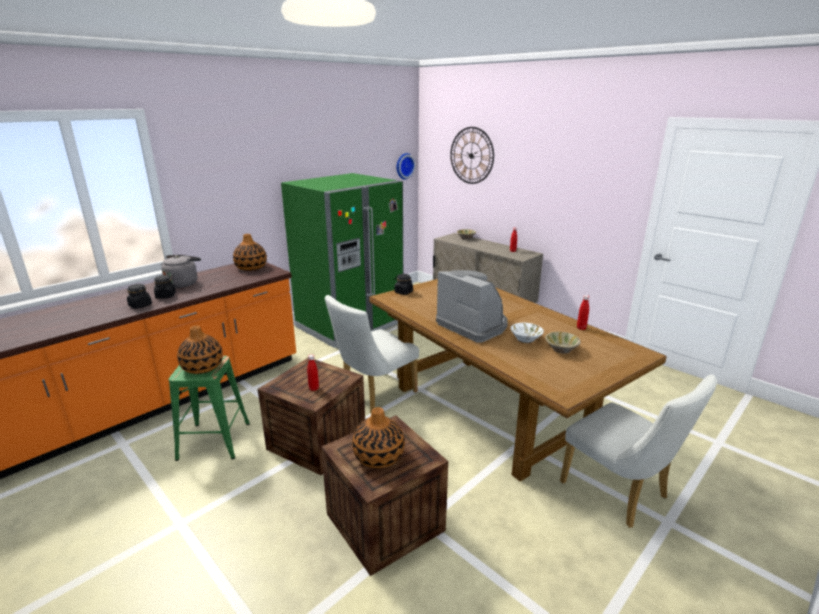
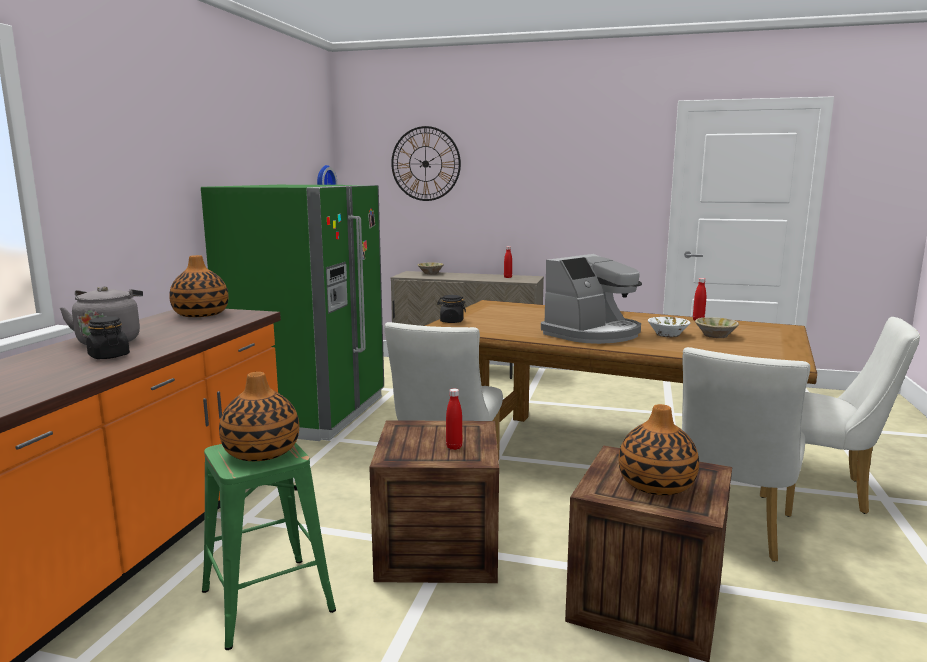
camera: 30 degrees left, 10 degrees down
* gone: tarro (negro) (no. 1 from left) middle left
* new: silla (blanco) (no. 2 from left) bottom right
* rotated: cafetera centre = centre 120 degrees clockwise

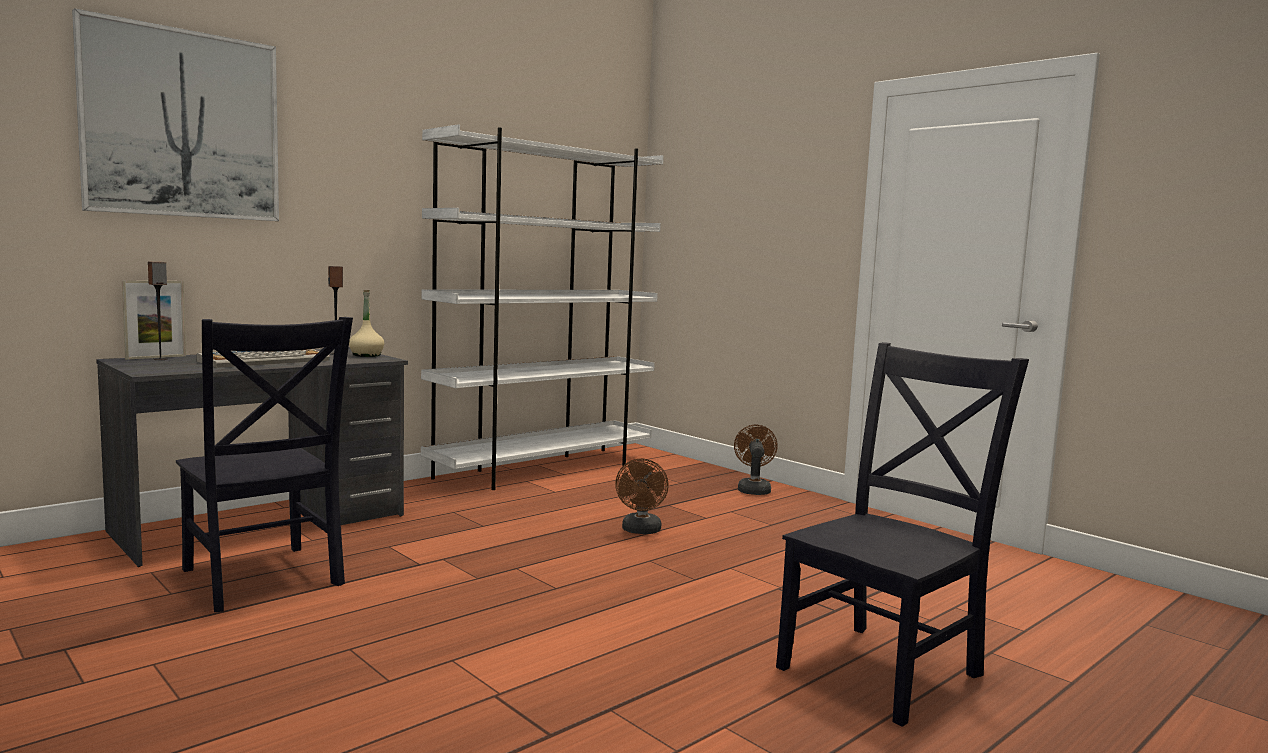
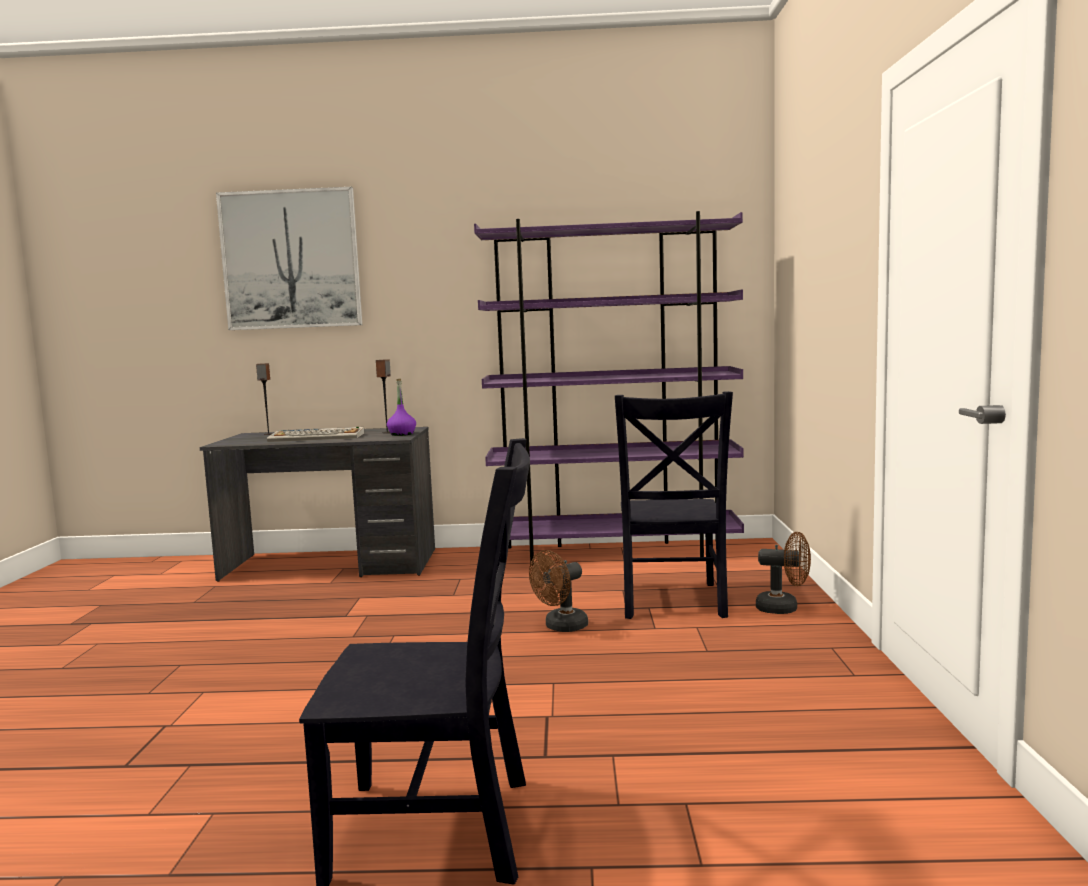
camera: 45 degrees right, 0 degrees up
* gone: portarretratos middle left
* shifted: silla (negro) (no. 1 from left in the first image) middle left to silla (negro) (no. 2 from left) centre
* repainted: botella (beis) middle left to botella (morado) centre
* repainted: estantería (blanco) centre to estantería (morado) centre
* rotated: ventilador (marrón) (no. 2 from left) centre = middle right 60 degrees clockwise

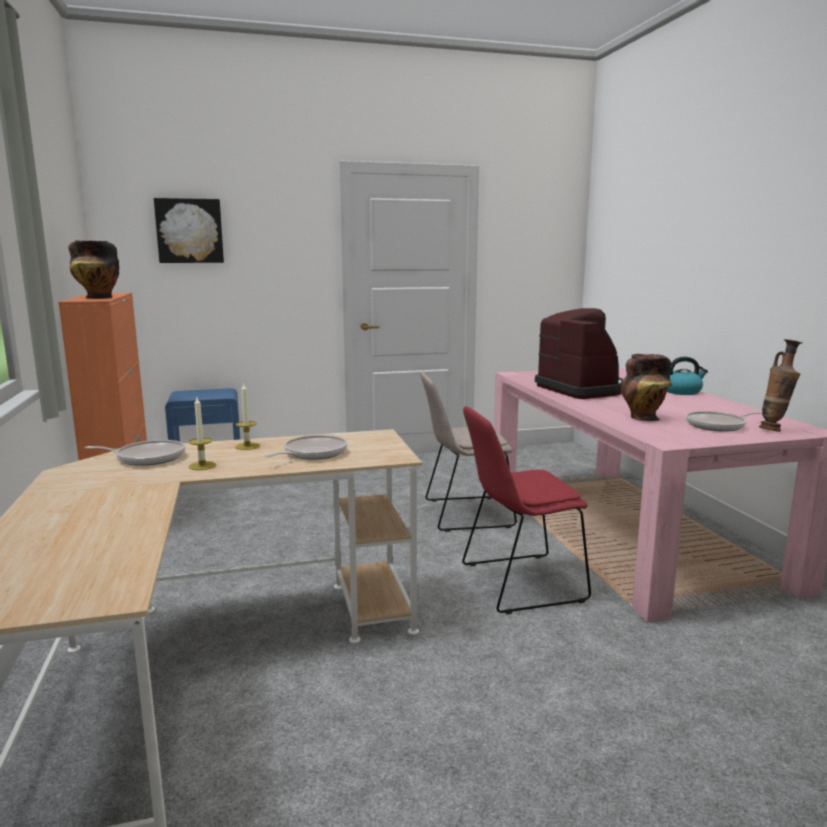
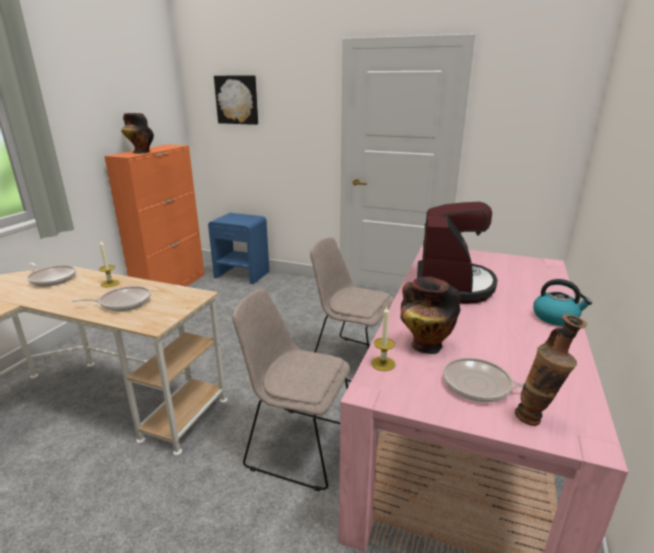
camera: 35 degrees right, 10 degrees up
* shifted: vela (no. 1 from left in the first image) middle left to vela (no. 2 from left) centre
* repainted: silla (rojo) centre to silla (beis) (no. 1 from left) bottom centre

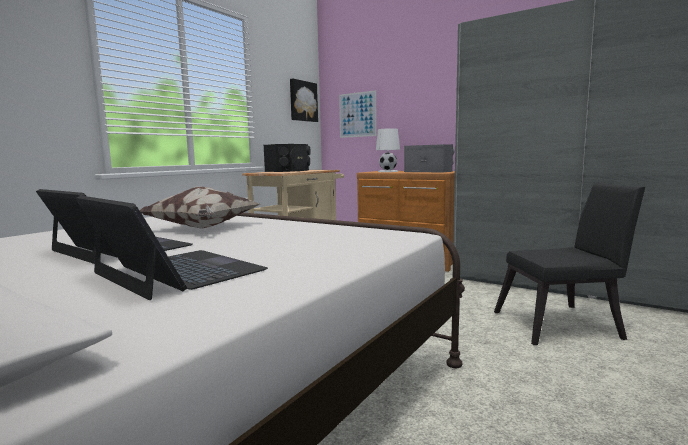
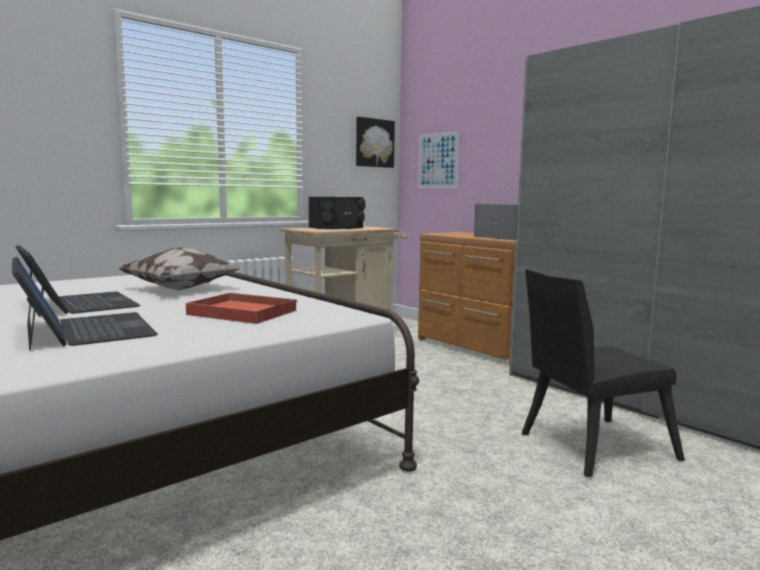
camera: 15 degrees right, 0 degrees up
* gone: lámpara de mesa (blanco) centre
* new: bandeja (rojo) middle left
* rotated: silla (negro) middle right = middle right 150 degrees clockwise

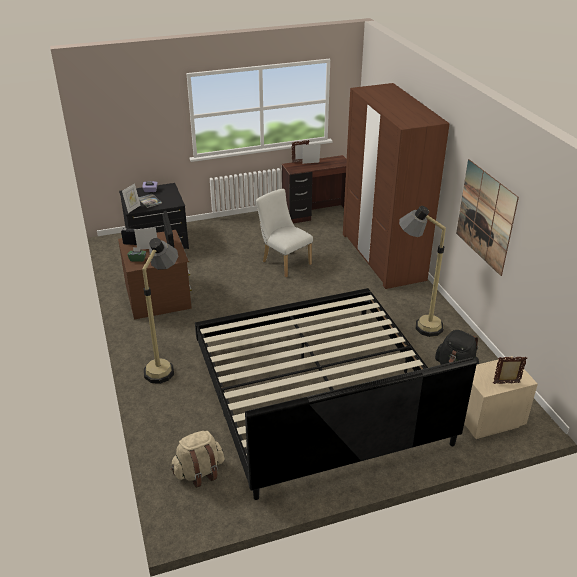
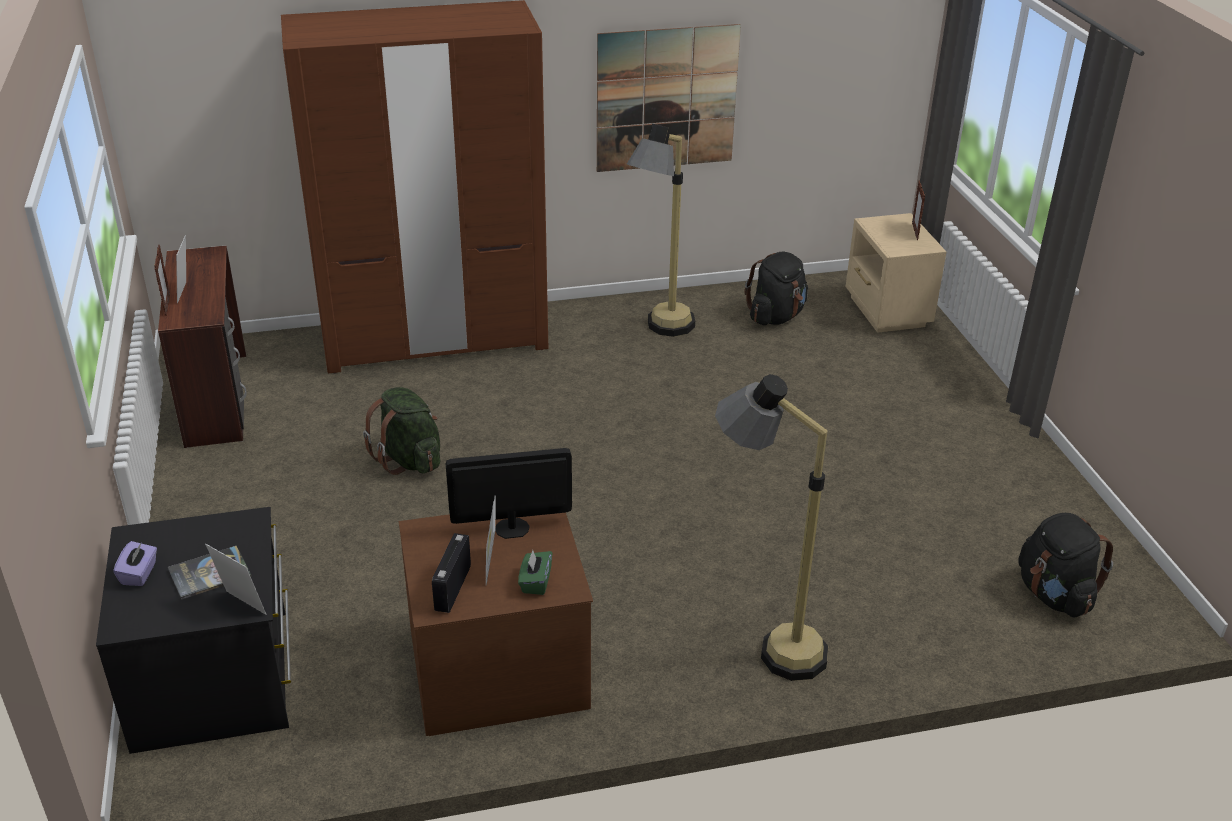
camera: 85 degrees left, 0 degrees up
* gone: cama bottom centre
* swapped: silla (blanco) centre to mochila (verde) middle left
* repainted: mochila (beis) bottom centre to mochila (negro) (no. 2 from left) bottom right

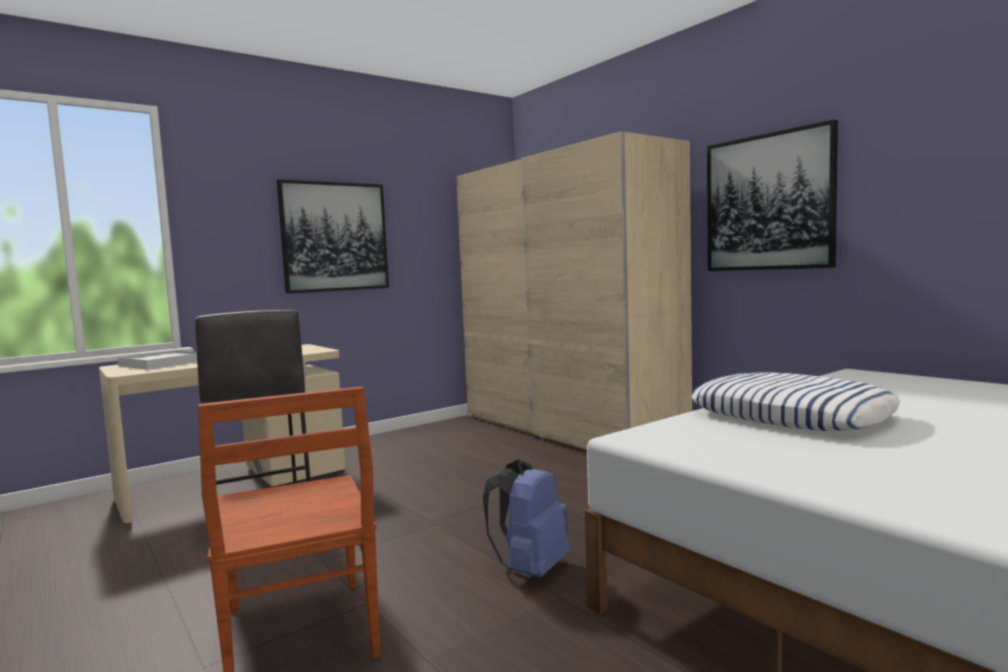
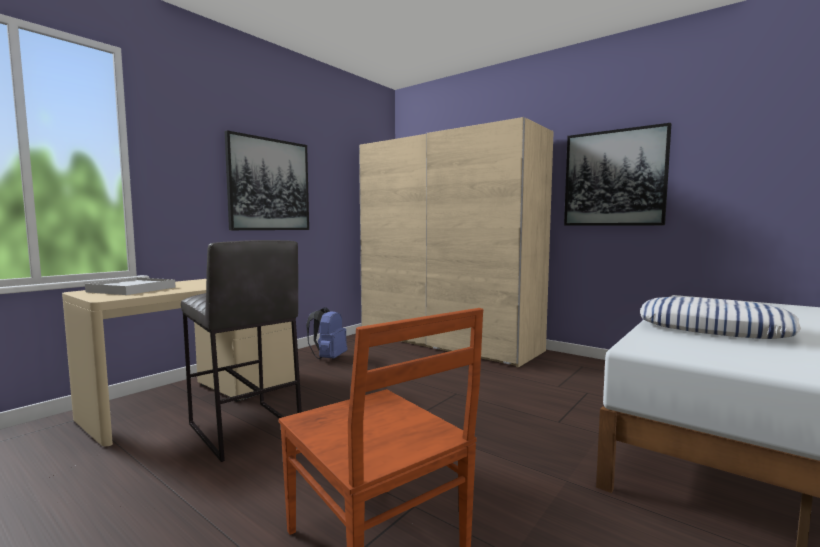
camera: 15 degrees left, 0 degrees up
* shifted: mochila (azul) bottom centre to centre

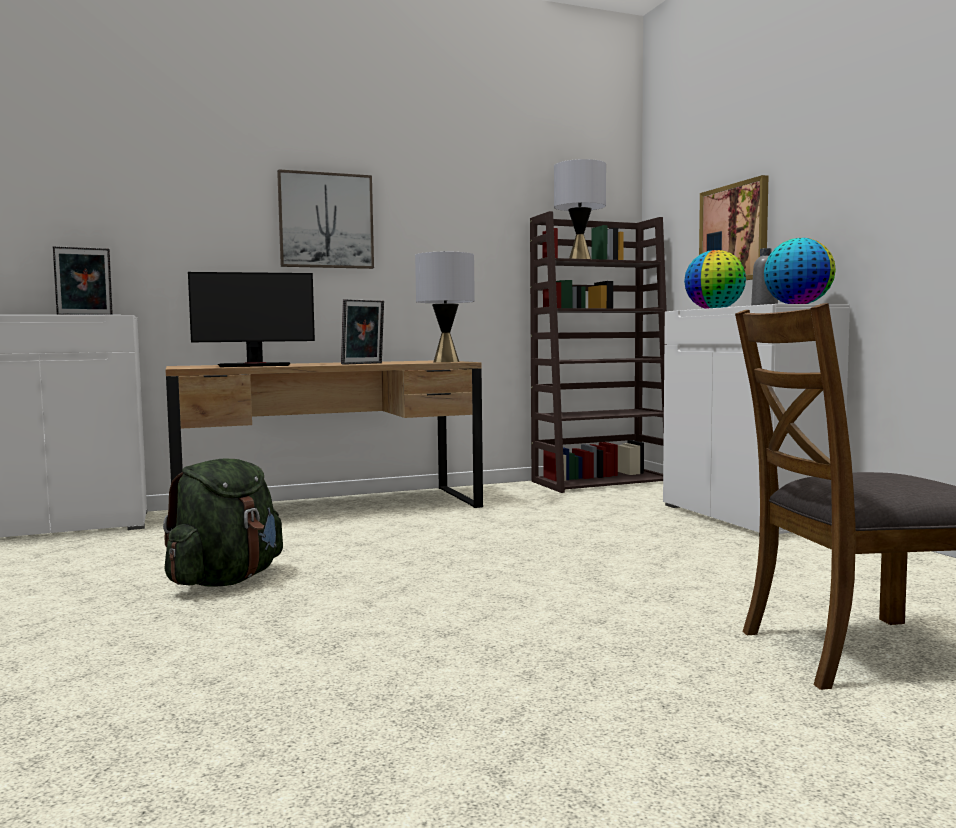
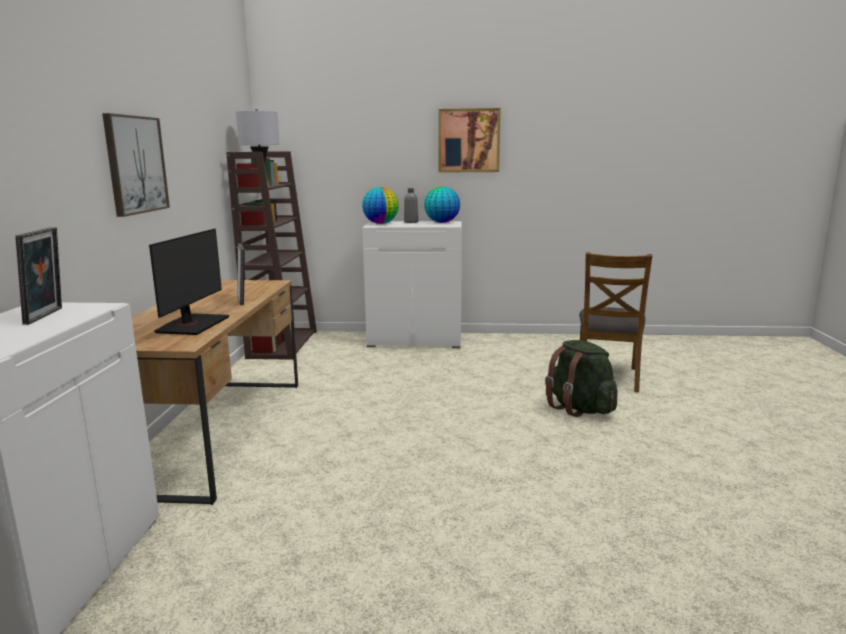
camera: 65 degrees left, 10 degrees up
* gone: lámpara de mesa (gris) (no. 1 from left) centre
* shifted: mochila (verde) middle left to middle right
* shifted: cuadro (no. 2 from left) top right to top centre

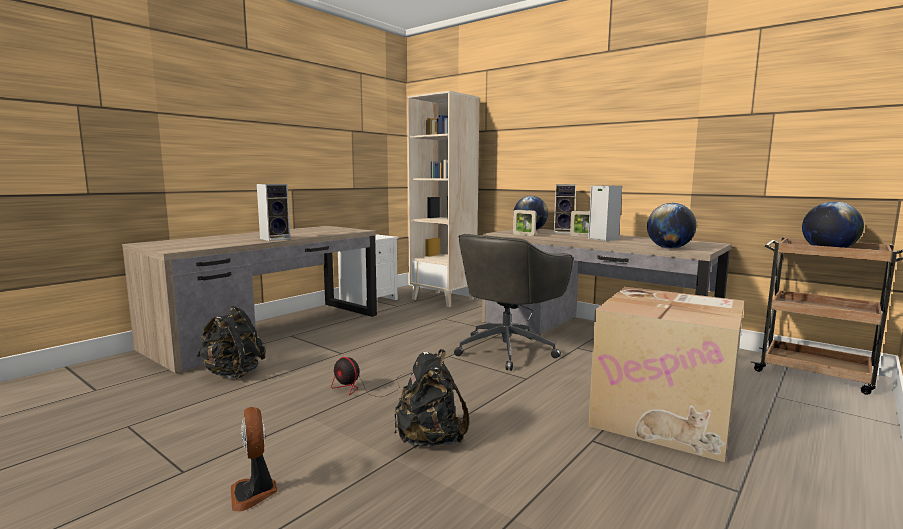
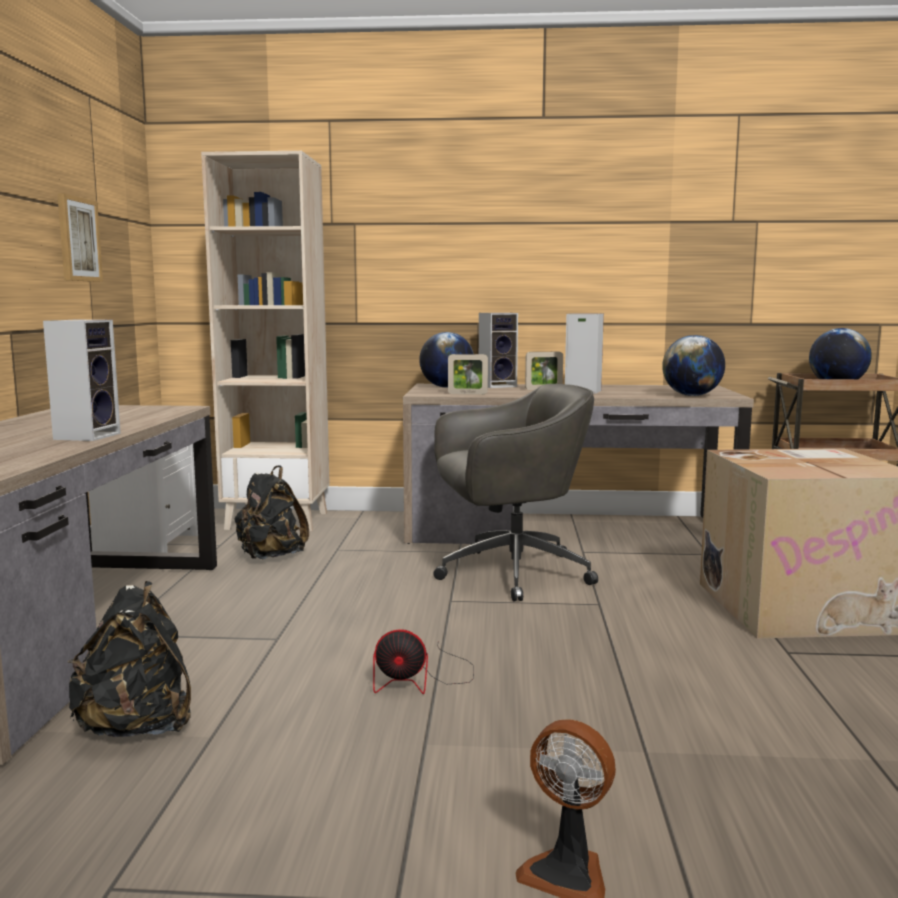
camera: 35 degrees left, 0 degrees up
* new: cuadro top left
* shifted: mochila (negro) (no. 2 from left) bottom centre to middle left
* rotated: silla de oficina (gris) centre = centre 105 degrees counterclockwise

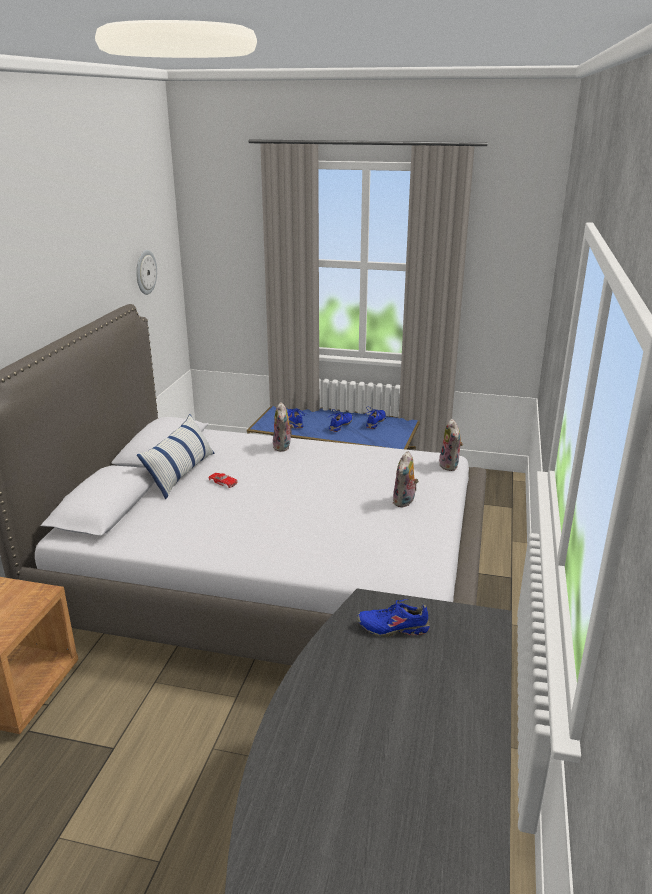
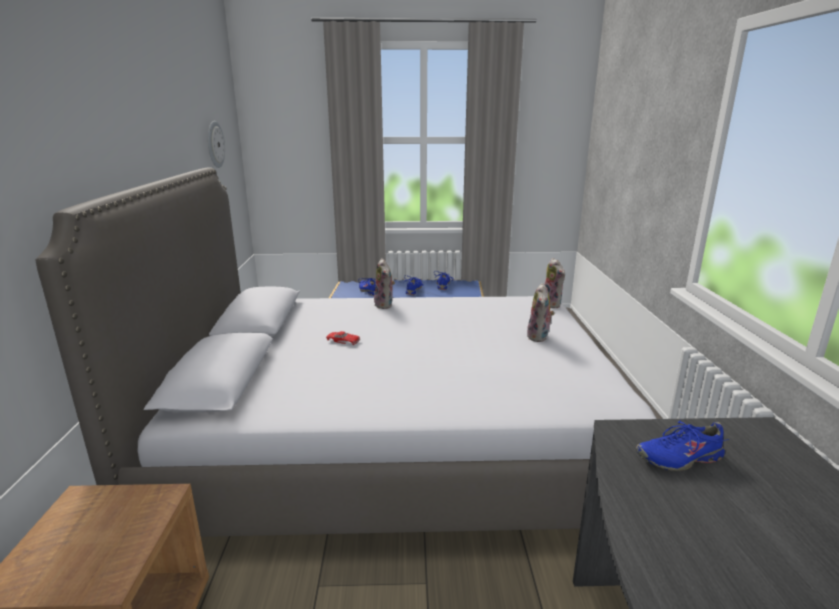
camera: 15 degrees left, 5 degrees down
* gone: cojín middle left

